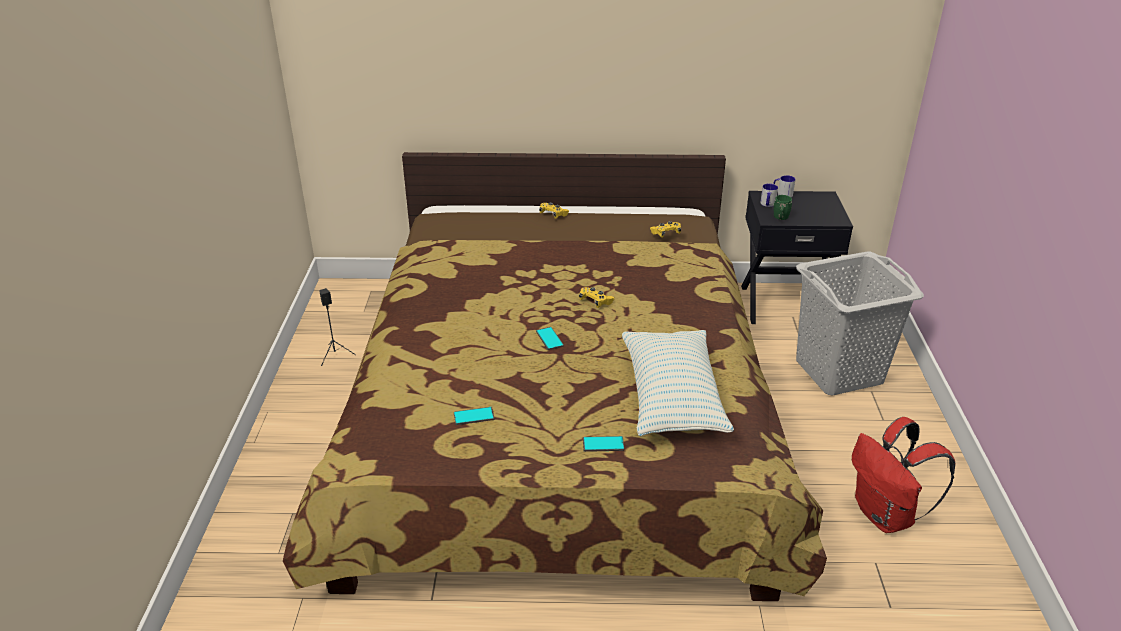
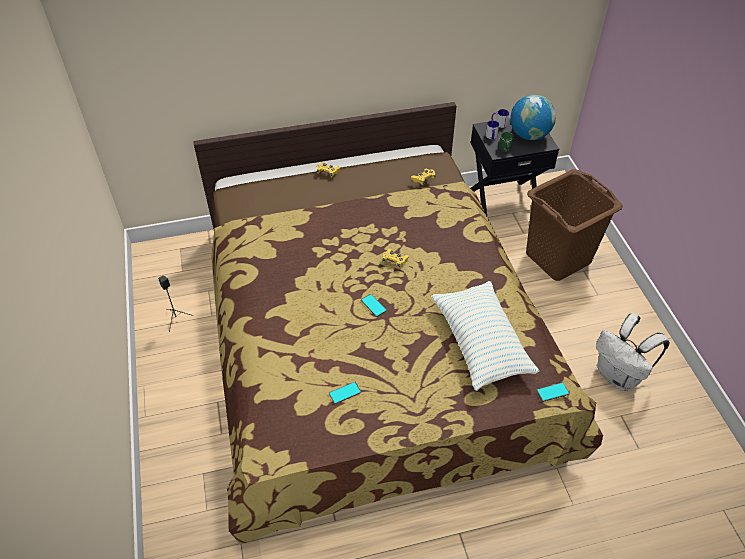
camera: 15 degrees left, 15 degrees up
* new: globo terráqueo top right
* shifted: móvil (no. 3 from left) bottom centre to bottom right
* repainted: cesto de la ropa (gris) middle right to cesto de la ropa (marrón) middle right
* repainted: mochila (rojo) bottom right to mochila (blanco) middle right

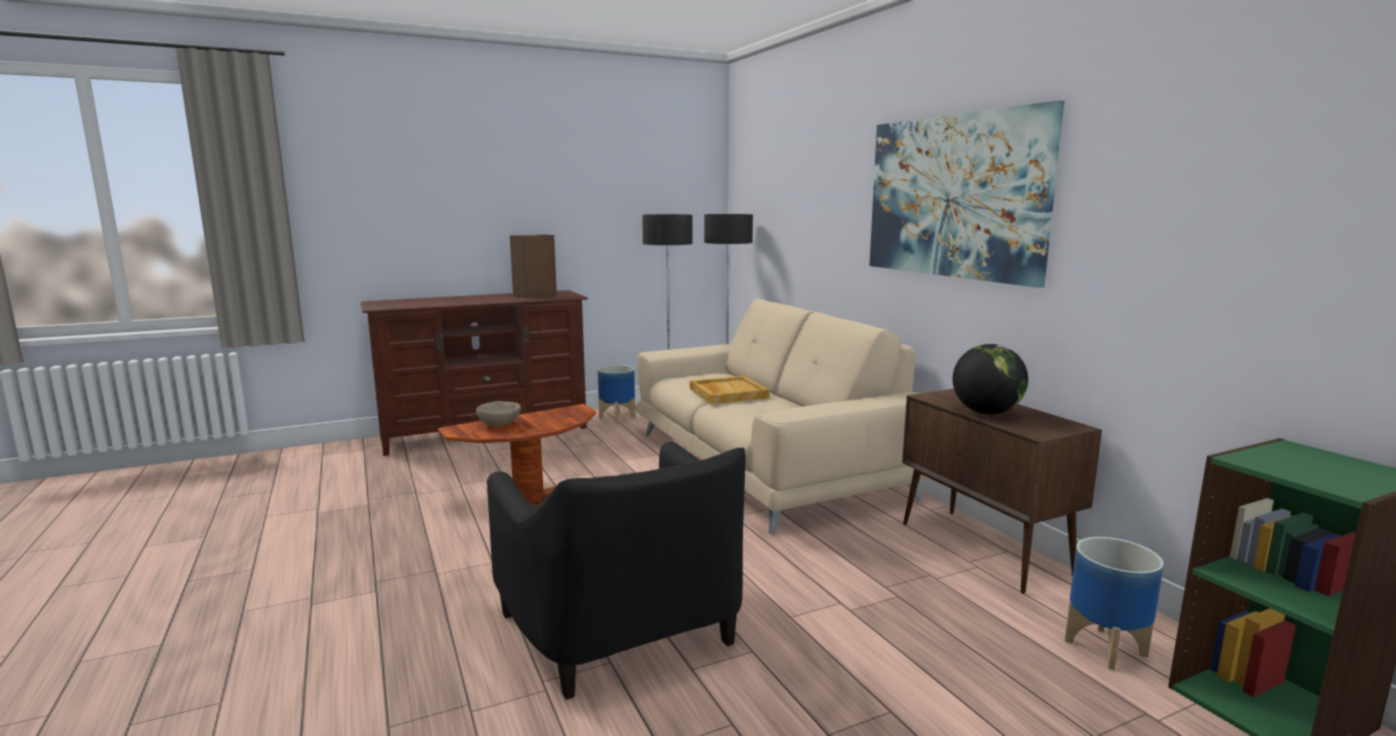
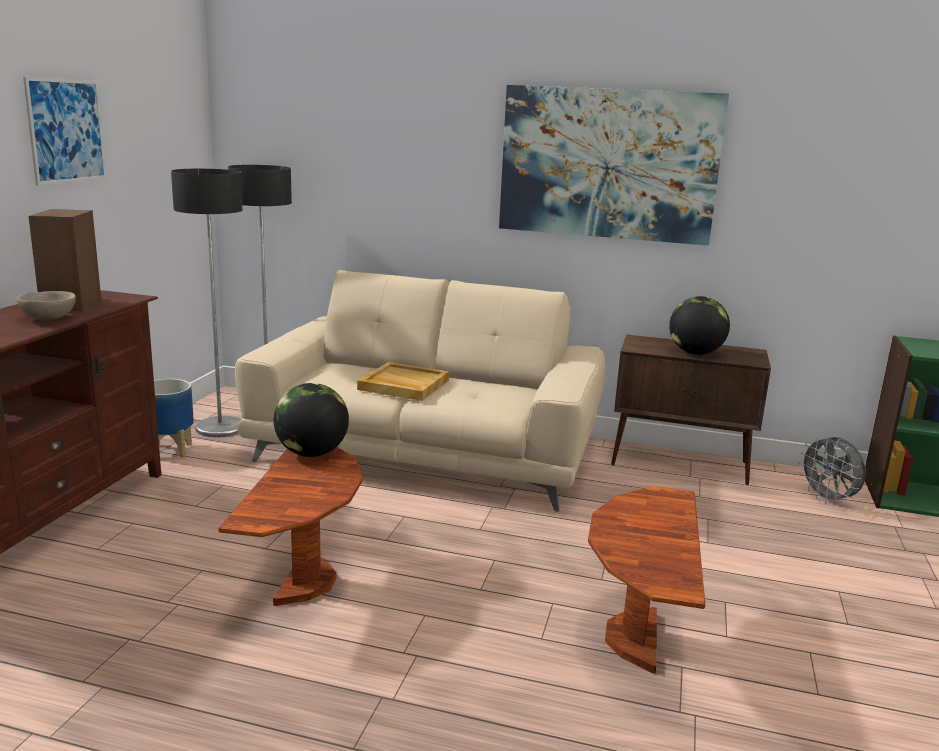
camera: 50 degrees left, 5 degrees up
* new: cuadro (no. 1 from left) top left
* new: globo terráqueo (no. 1 from left) middle left
* shifted: cuenco (beis) centre to middle left
* swapped: sillón (negro) bottom centre to mesa auxiliar (marrón) (no. 2 from left) bottom right
* swapped: maceta (no. 2 from left) bottom right to ventilador (gris) middle right

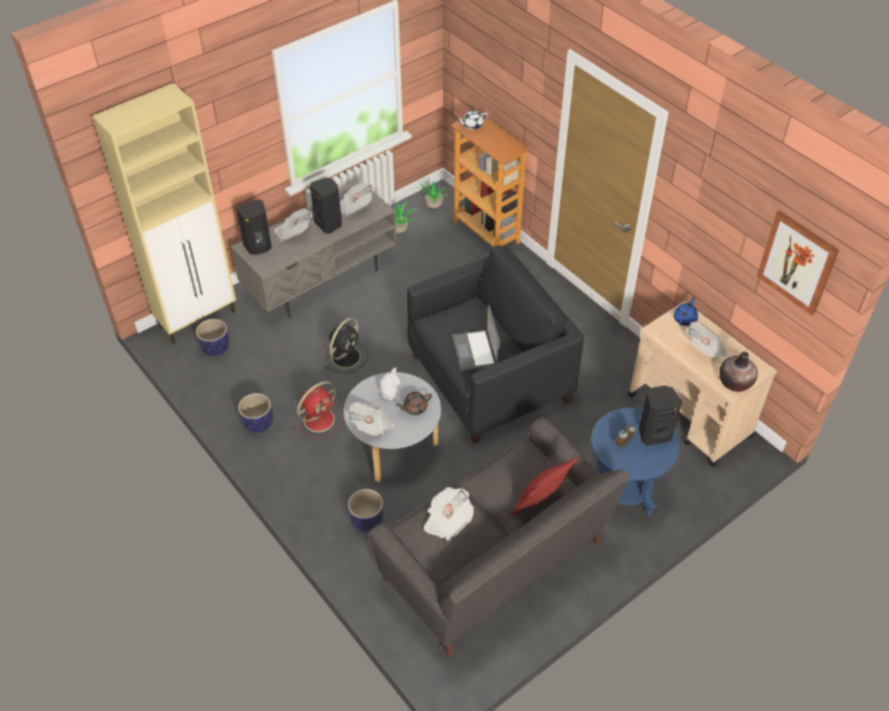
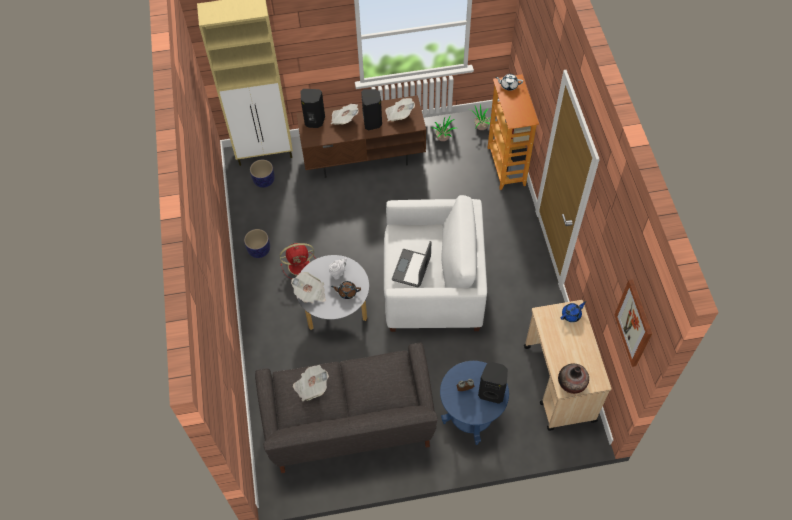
camera: 30 degrees right, 10 degrees up
* gone: ventilador (negro) centre
* gone: maceta (no. 3 from left) bottom centre
* gone: cojín (rojo) bottom centre
* gone: periódico (no. 5 from left) middle right
* repainted: mueble de televisión (gris) centre to mueble de televisión (marrón) top centre
* repainted: sillón (negro) centre to sillón (blanco) centre

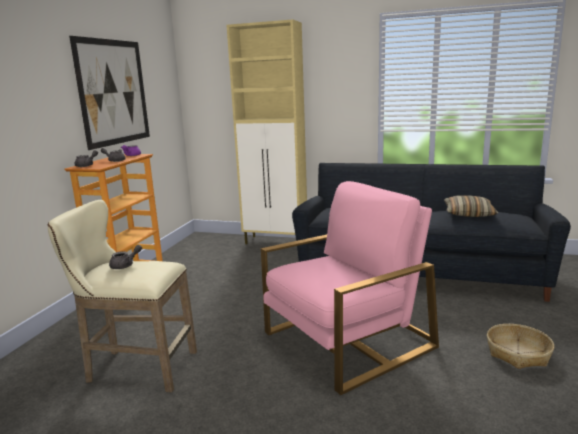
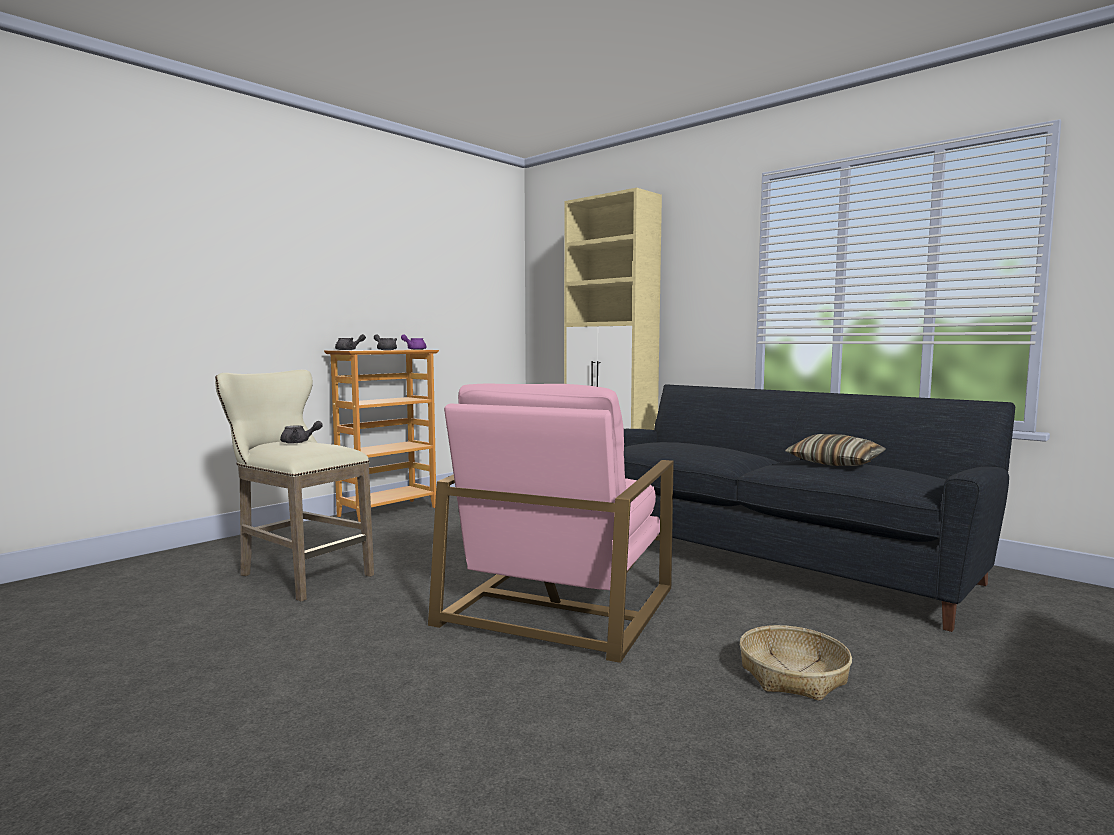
camera: 25 degrees right, 10 degrees down
* gone: cuadro top left
* rotated: sillón (rosa) centre = centre 120 degrees clockwise

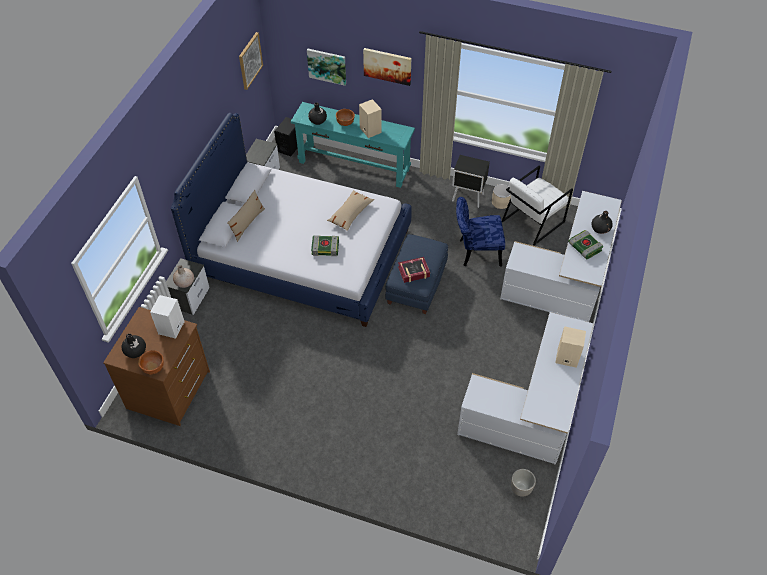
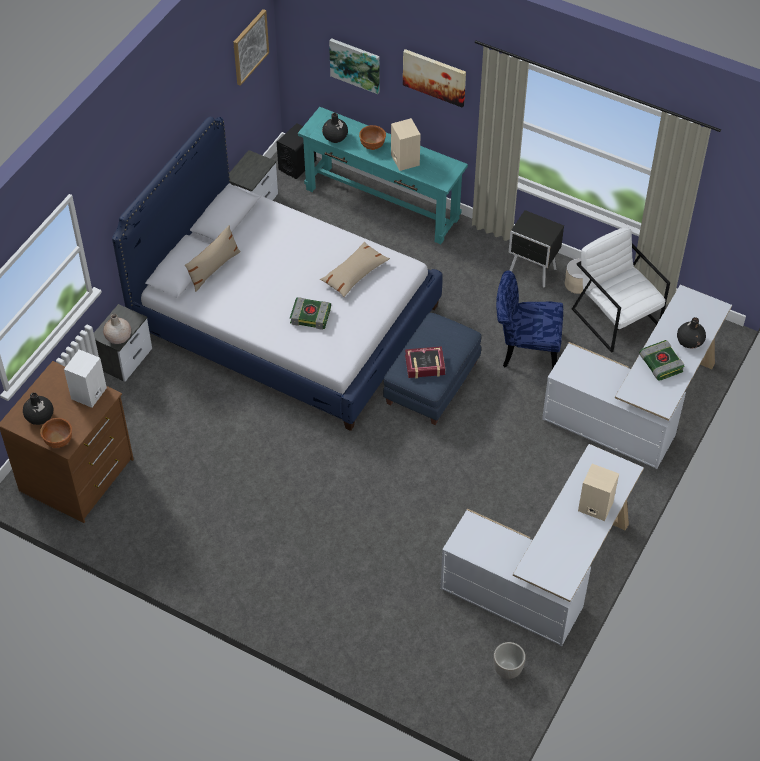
camera: 10 degrees right, 0 degrees up
* rotated: sillón (blanco) middle right = middle right 90 degrees clockwise

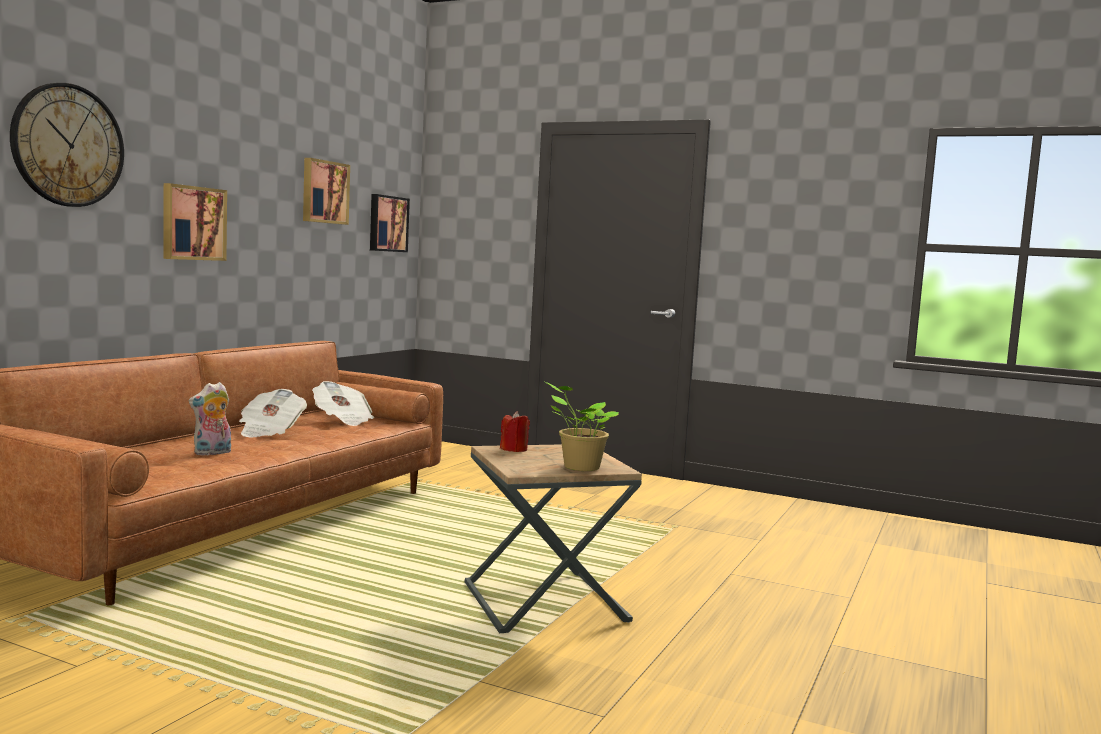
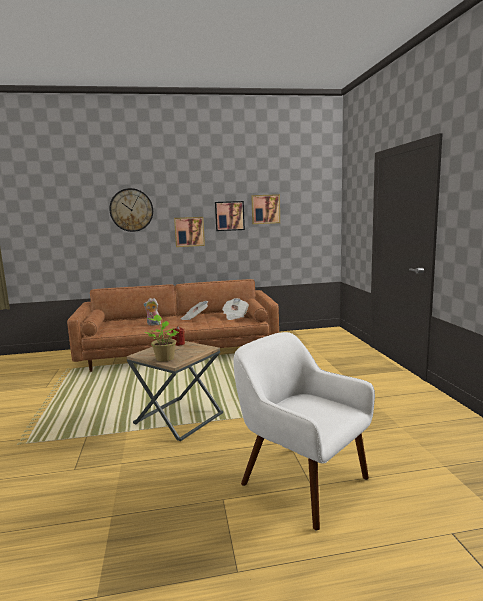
camera: 55 degrees right, 5 degrees up
* new: sillón (blanco) bottom centre
* shifted: cuadro (no. 3 from left in the first image) top centre to cuadro (no. 2 from left) centre

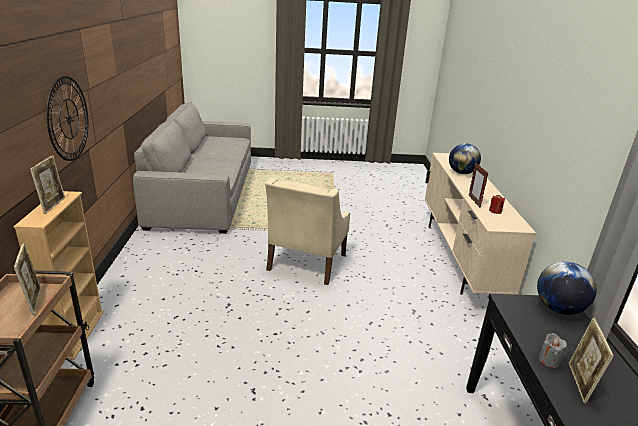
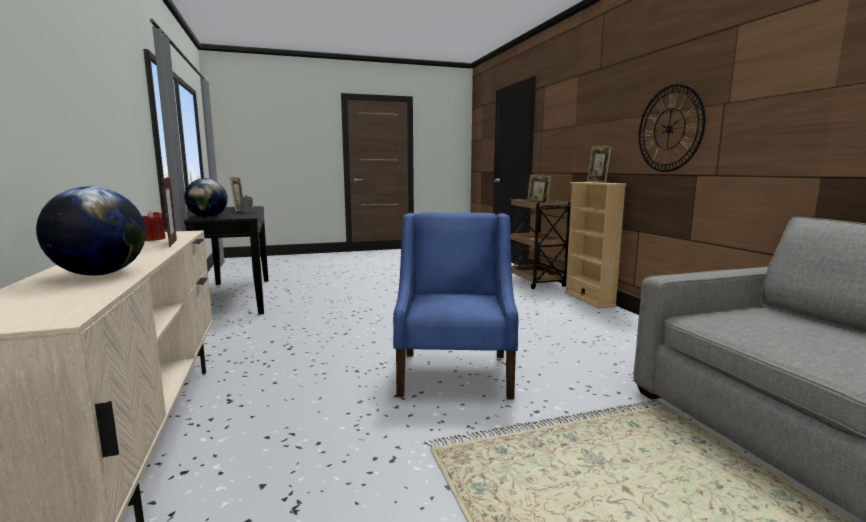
camera: 165 degrees right, 15 degrees down
* repainted: sillón (beis) centre to sillón (azul) centre

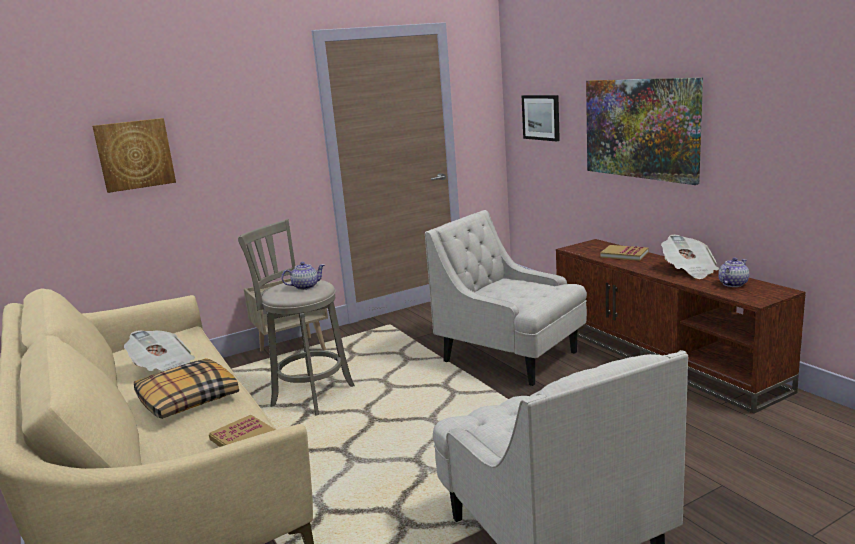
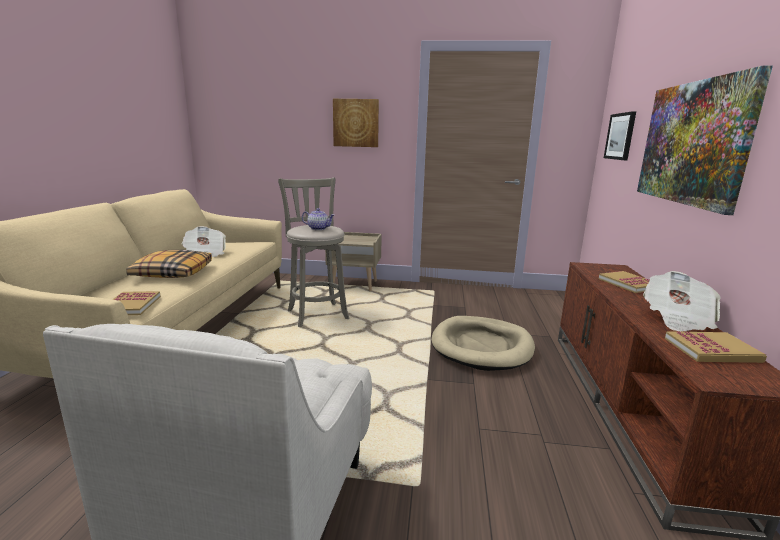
camera: 35 degrees right, 0 degrees up
* shifted: cuadro (no. 1 from left) top left to top centre
* swapped: sillón (blanco) (no. 1 from left) centre to cama para perro (beis) centre
* swapped: tetera (no. 2 from left) middle right to libro (no. 3 from left) middle right

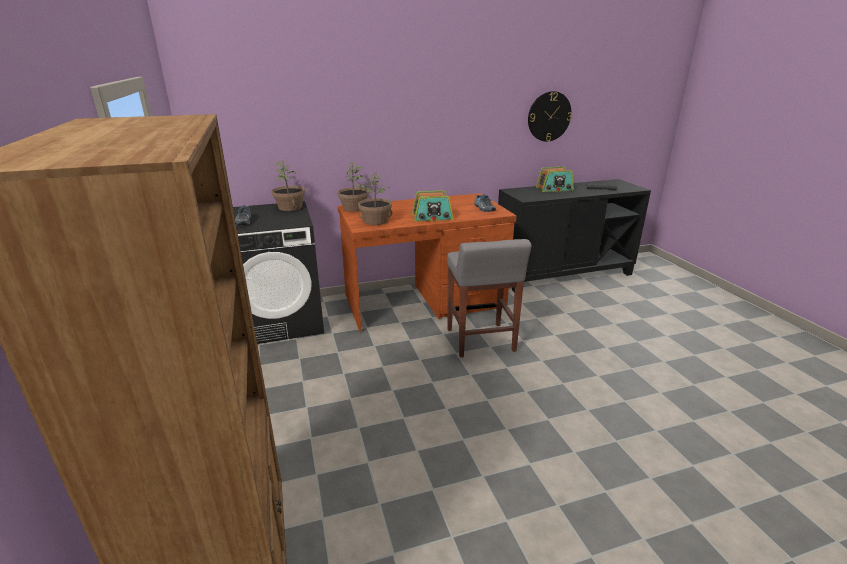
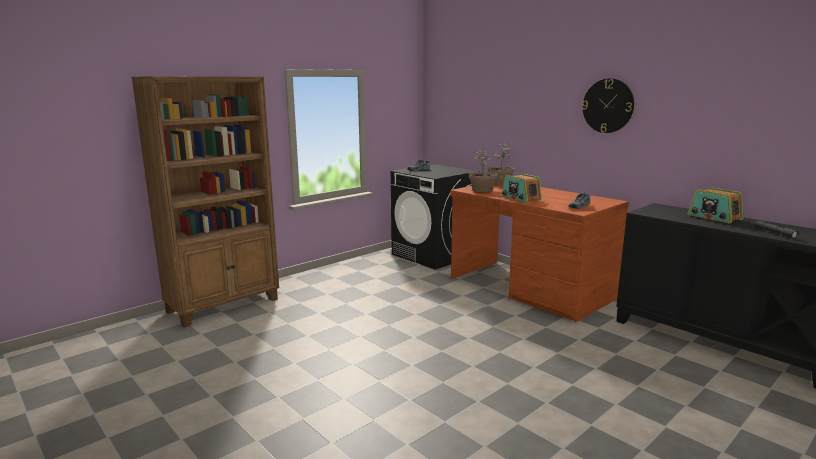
camera: 65 degrees right, 10 degrees down
* gone: planta en maceta (no. 1 from left) top centre
* gone: taburete (gris) centre
* shifted: reloj de pared top centre to top right

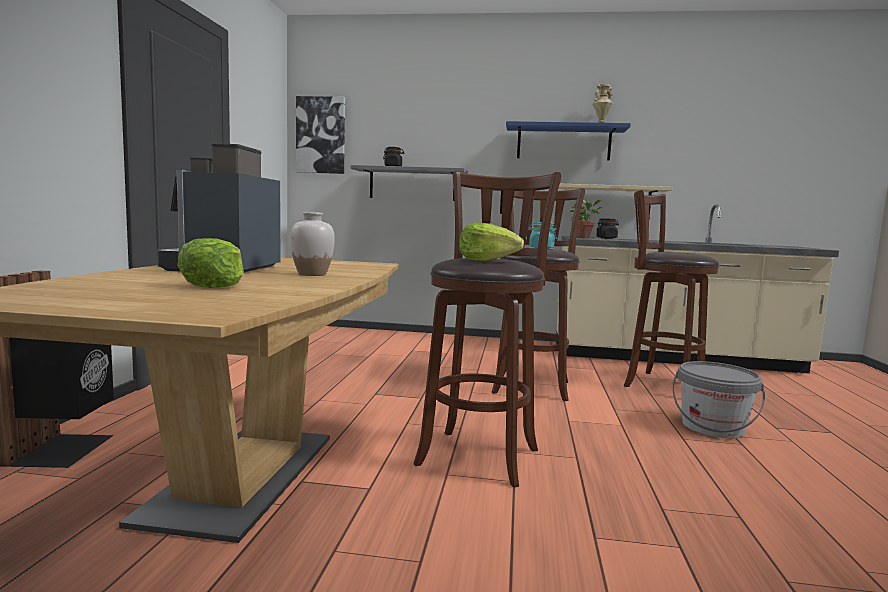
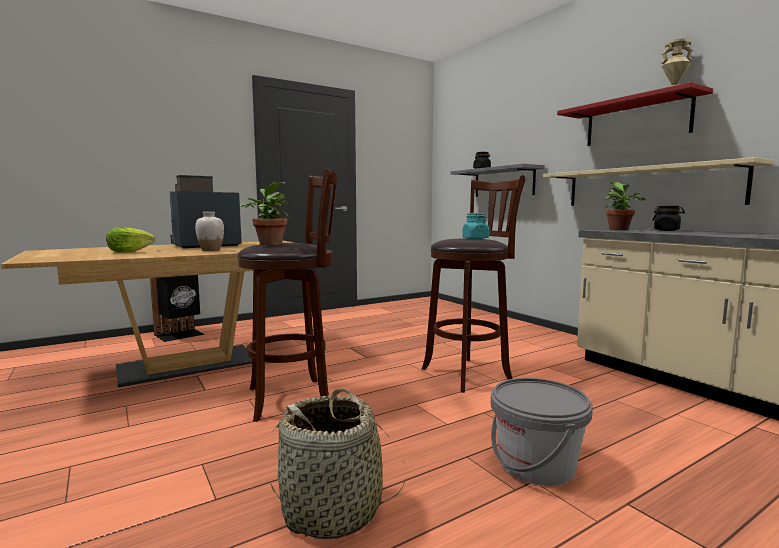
camera: 50 degrees right, 0 degrees up
* gone: cuadro top centre
* gone: taburete (marrón) (no. 3 from left) middle right
* new: cesta bottom centre
* swapped: lechuga (no. 2 from left) centre to planta en maceta (no. 1 from left) centre
* repainted: estante (azul) top centre to estante (rojo) top right

